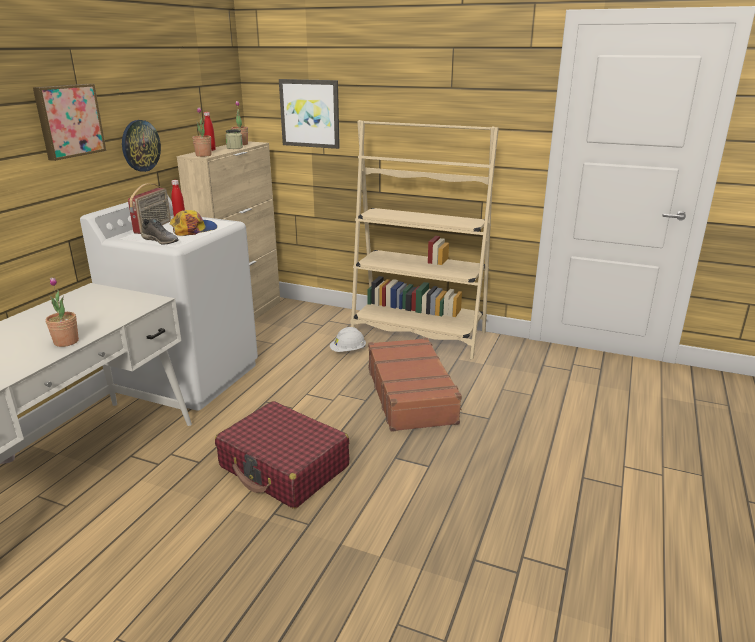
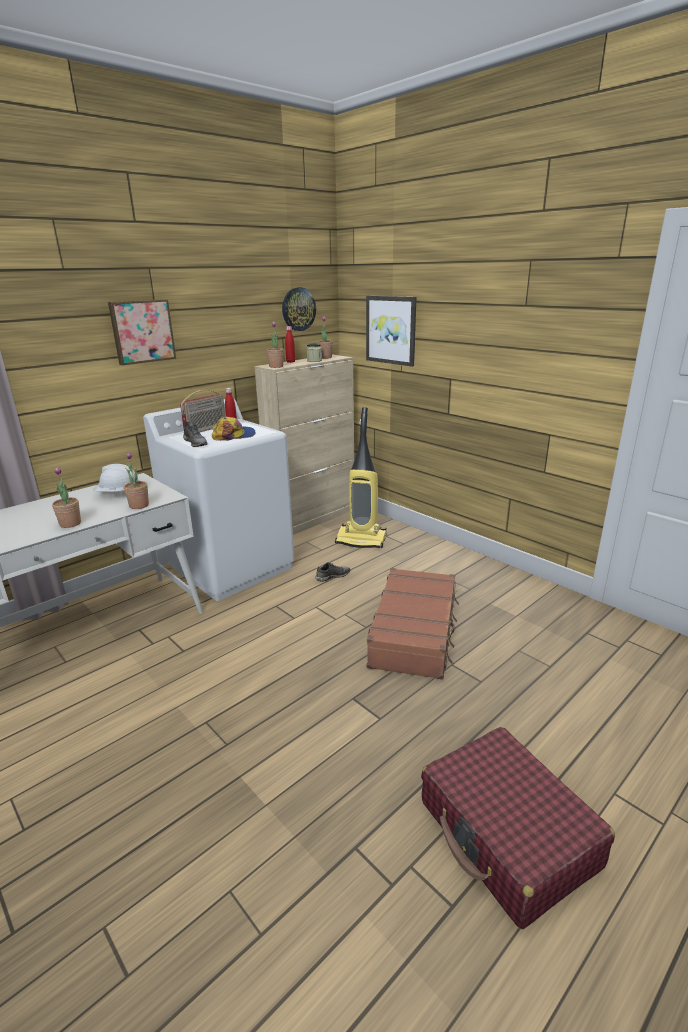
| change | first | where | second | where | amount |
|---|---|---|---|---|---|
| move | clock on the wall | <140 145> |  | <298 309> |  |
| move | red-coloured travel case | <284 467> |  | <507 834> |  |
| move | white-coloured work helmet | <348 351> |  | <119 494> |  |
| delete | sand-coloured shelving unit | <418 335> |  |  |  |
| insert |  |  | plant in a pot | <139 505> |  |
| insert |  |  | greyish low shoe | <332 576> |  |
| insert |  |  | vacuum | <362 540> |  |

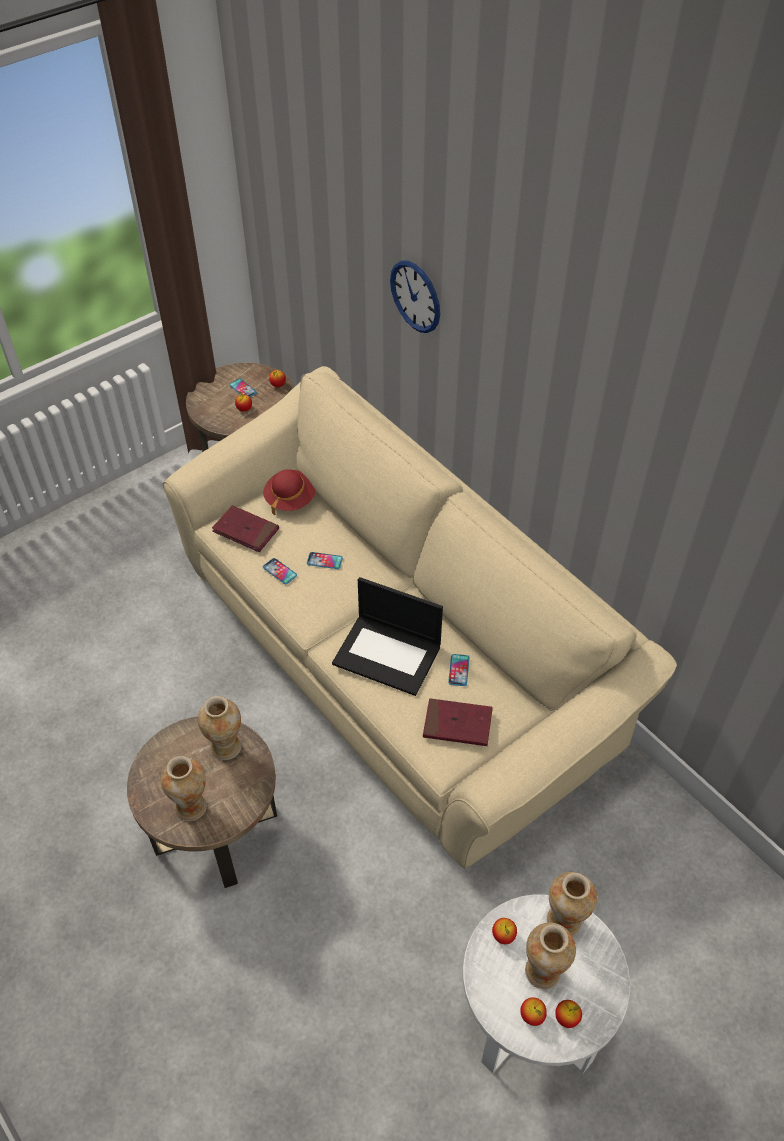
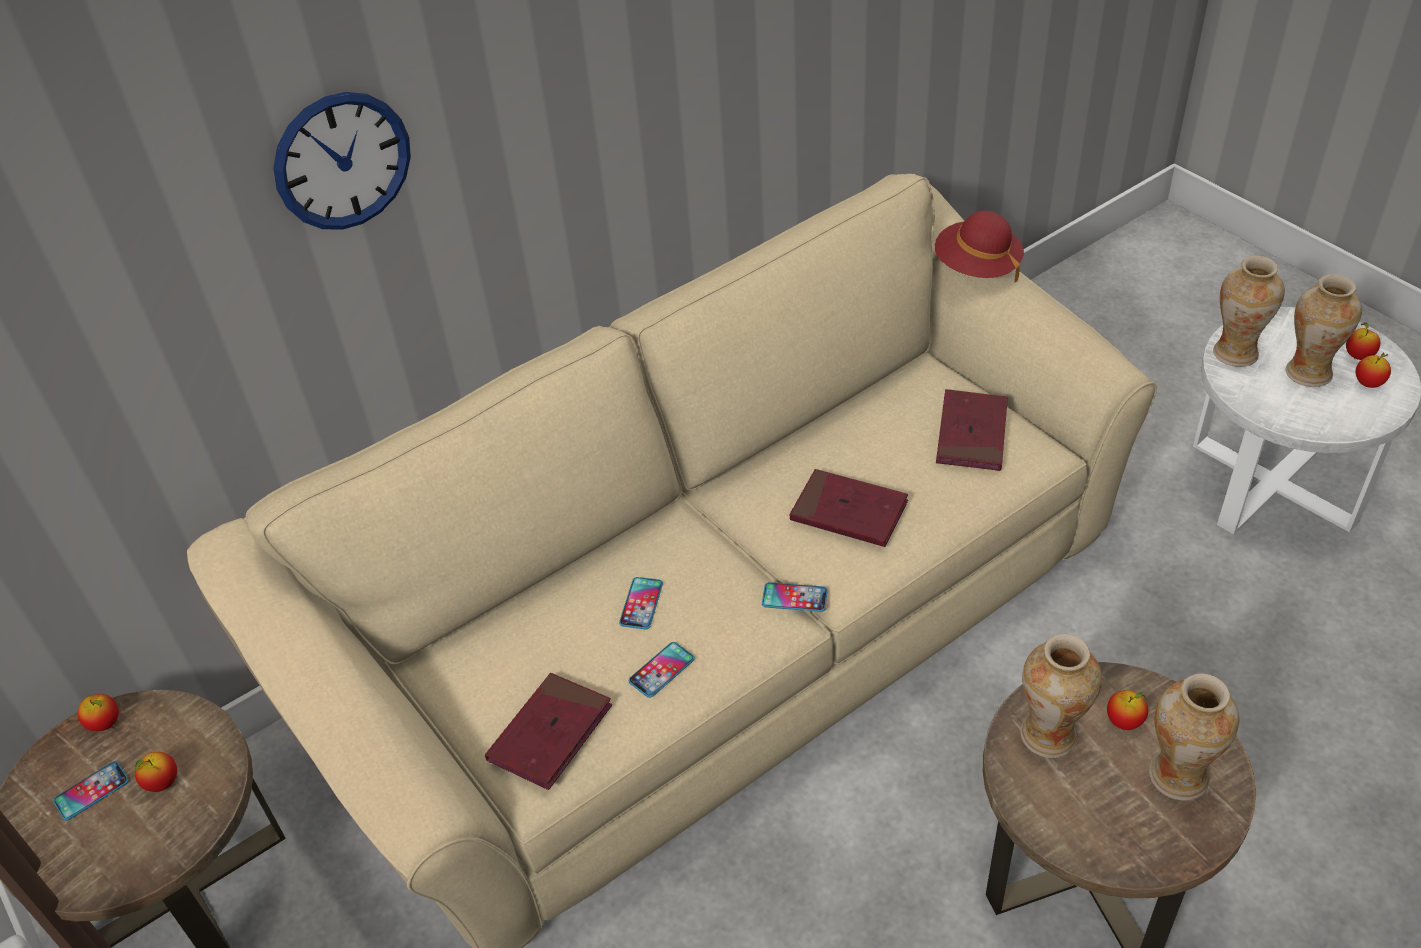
| change | first | where | second | where | amount |
|---|---|---|---|---|---|
| move | red-coloured wearable hat | <290 499> |  | <977 267> |  |
| replace | notebook computer | <388 654> | red-coloured book | <849 512> |  |
| move | handset | <458 670> |  | <794 598> |  |
| move | apple fruit | <503 936> |  | <1124 721> |  |

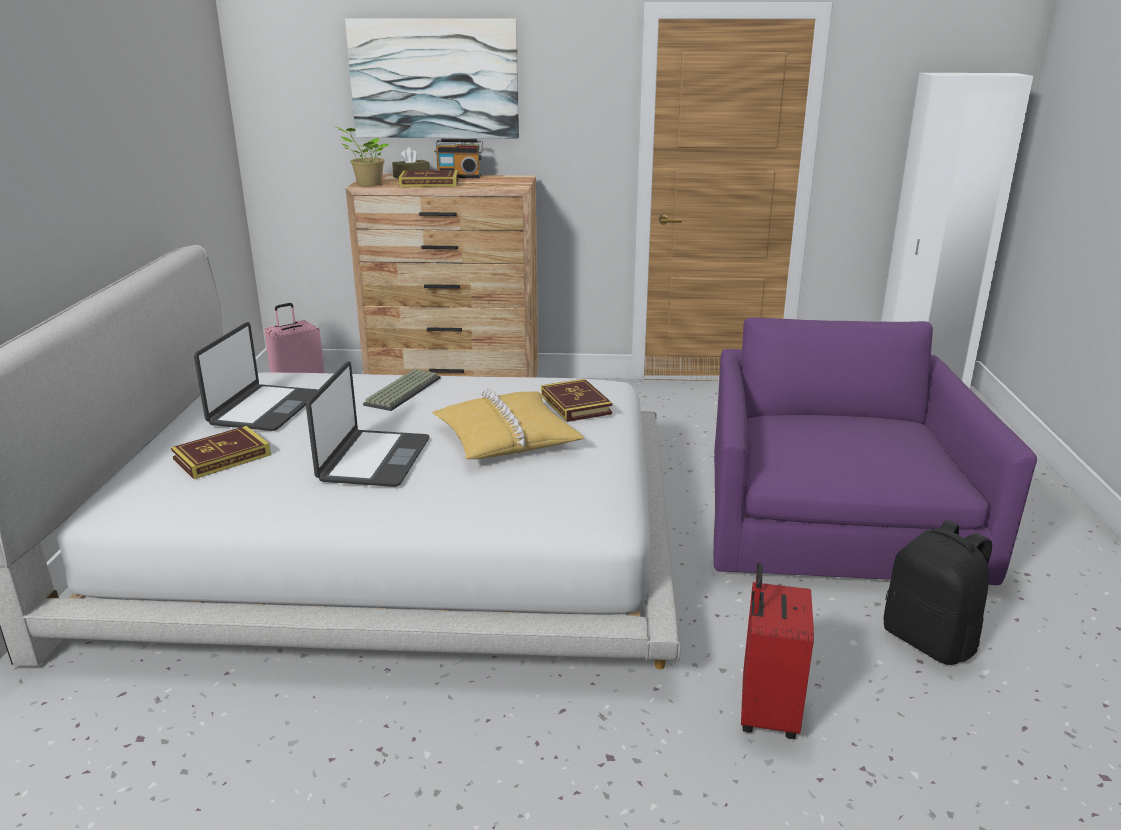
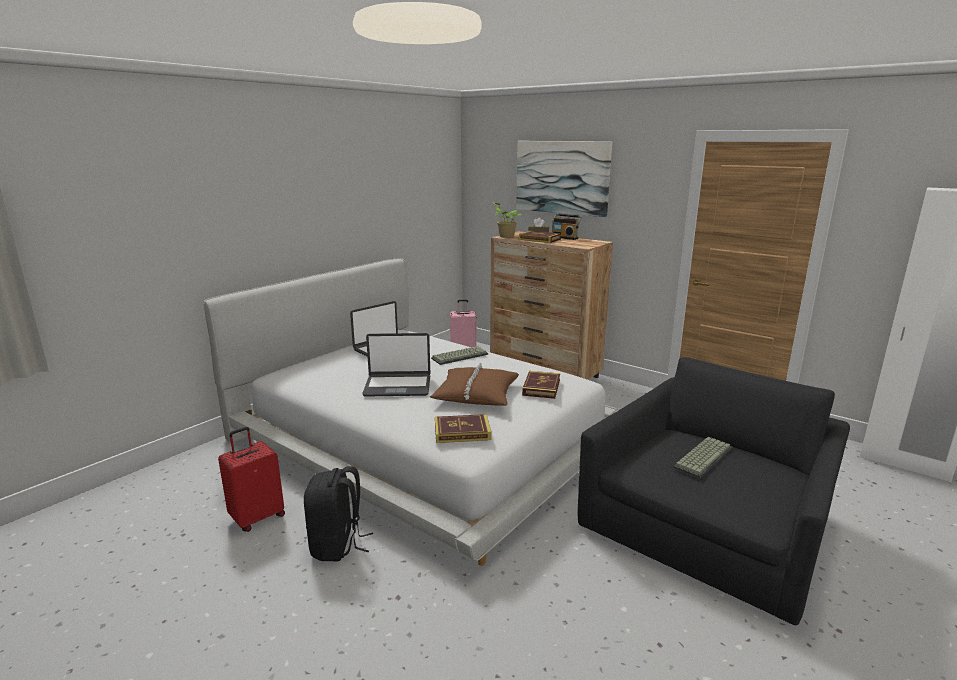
| change | first | where | second | where | amount |
|---|---|---|---|---|---|
| move | book | <222 457> |  | <462 432> |  |
| rotate | notebook computer | <373 460> |  | <397 386> | 45 degrees clockwise |
| recolor | yellow cushion | <506 438> | brownish cushion | <476 395> |  |
| recolor | purple easy chair | <833 519> | black easy chair | <708 525> |  |
| move | red-coloured travel case | <766 713> |  | <257 517> |  |
| move | black rucksack | <930 641> |  | <337 545> |  |
| insert |  |  | keyboard | <702 457> |  |

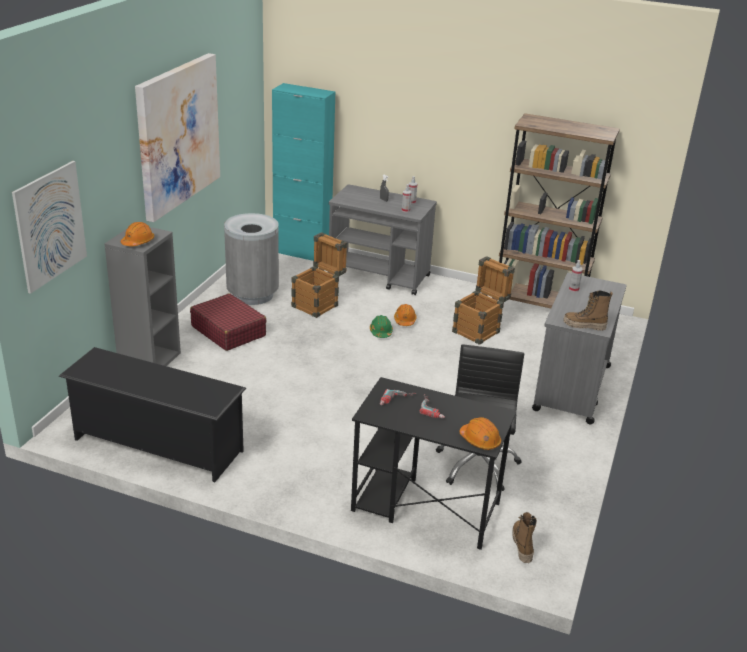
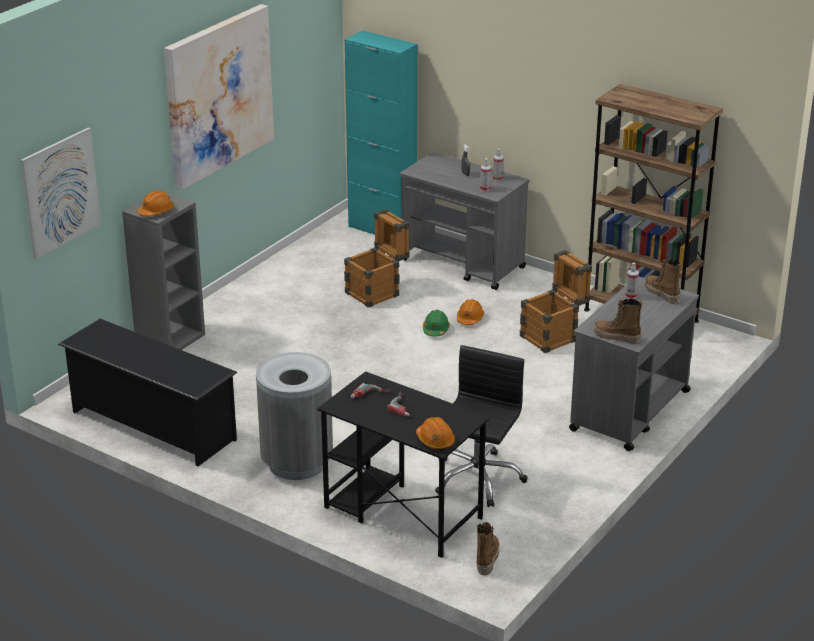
| change | first | where | second | where | amount |
|---|---|---|---|---|---|
| delete | red-coloured travel case | <228 331> |  |  |  |
| move | greyish trash can | <253 294> |  | <297 463> |  |
| insert |  |  | tall boot | <662 294> |  |

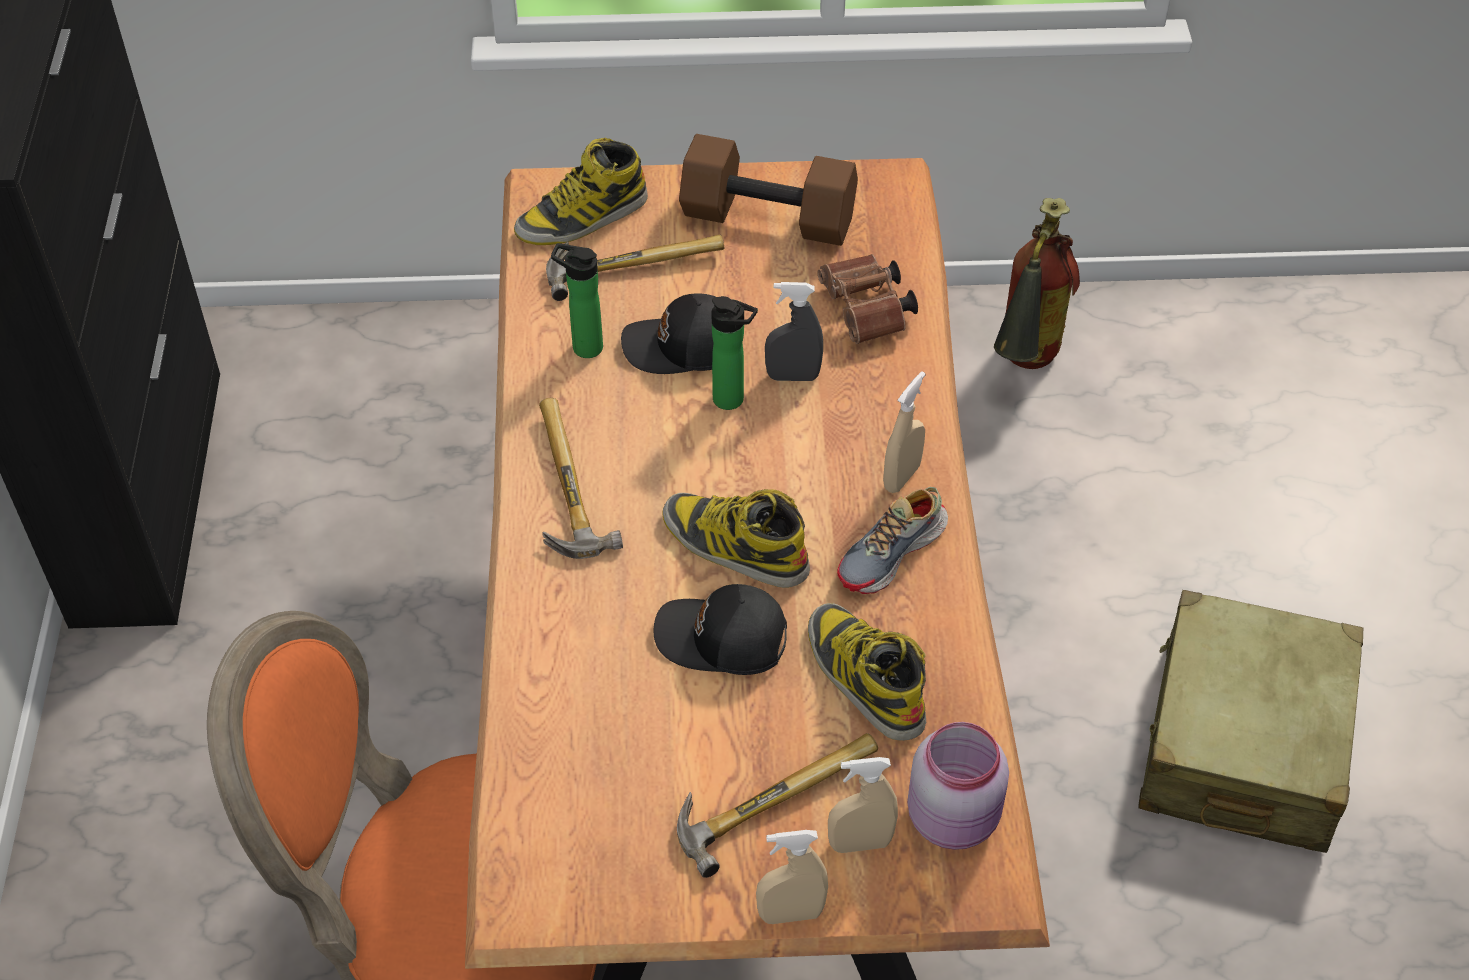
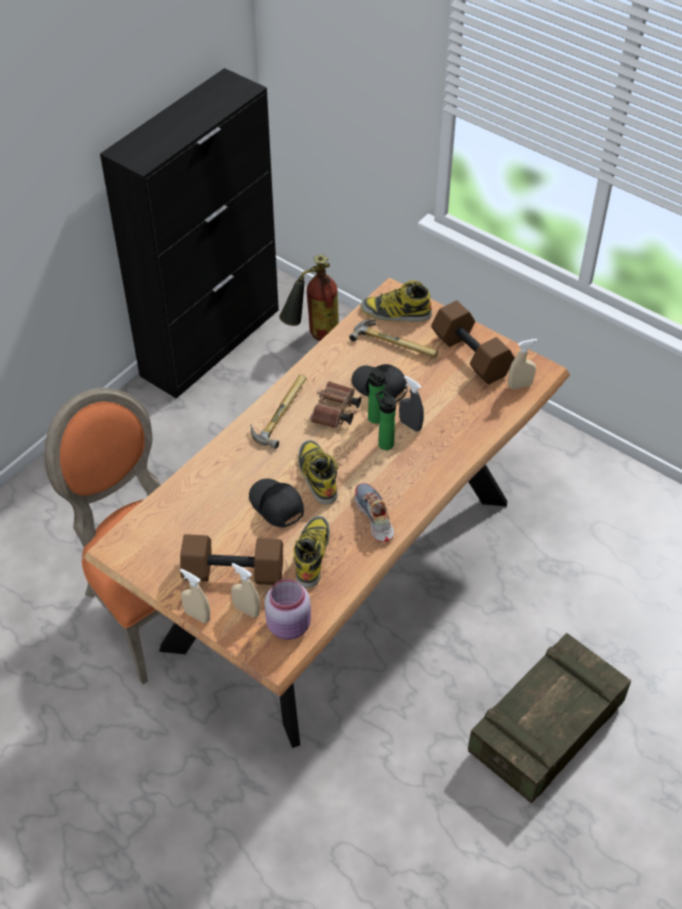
| change | first | where | second | where | amount |
|---|---|---|---|---|---|
| move | drink bottle | <583 347> |  | <384 442> |  |
| replace | hammer | <771 794> | brownish dumbbell | <235 571> |  |
| move | brownish field glasses | <867 313> |  | <335 413> |  |
| rotate | low shoe | <892 553> |  | <374 517> | 75 degrees clockwise |
| move | sand-coloured hand sprayer | <902 477> |  | <520 385> |  |
| move | fire extinguisher | <1022 368> |  | <313 337> |  |
| replace | sand-coloured travel case | <1242 745> | shipping crate | <545 729> |  |

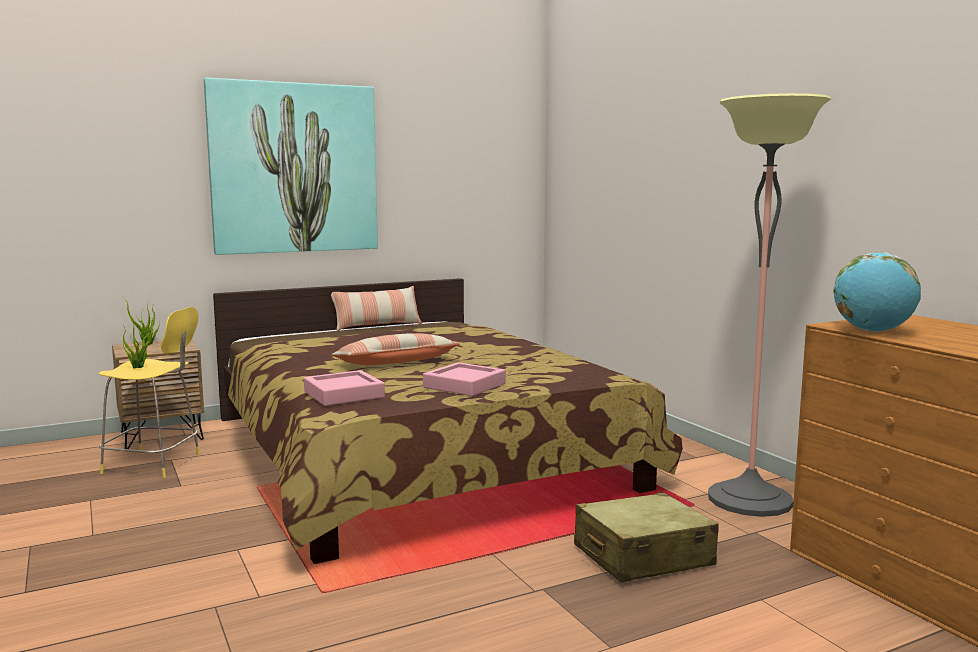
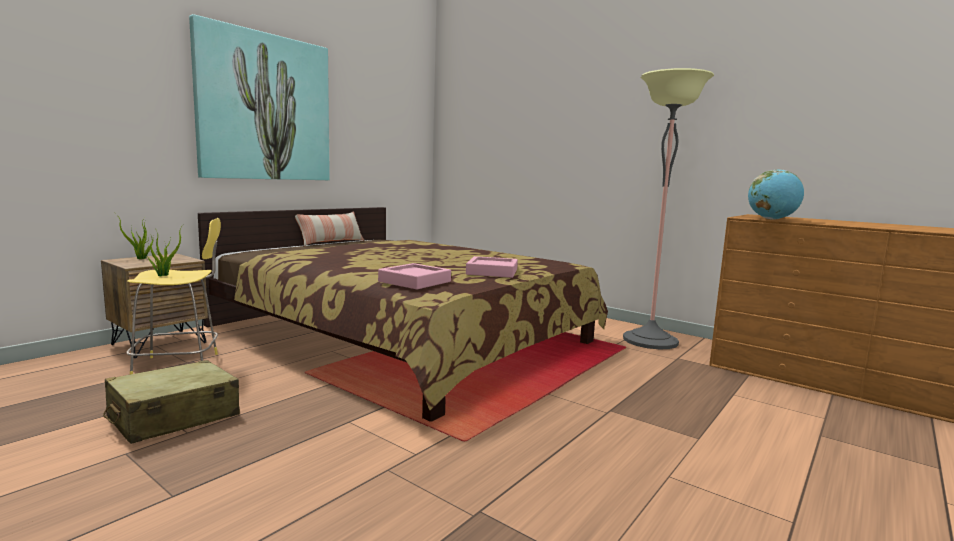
| change | first | where | second | where | amount |
|---|---|---|---|---|---|
| delete | cushion | <396 363> |  |  |  |
| move | sand-coloured travel case | <642 556> |  | <173 417> |  |

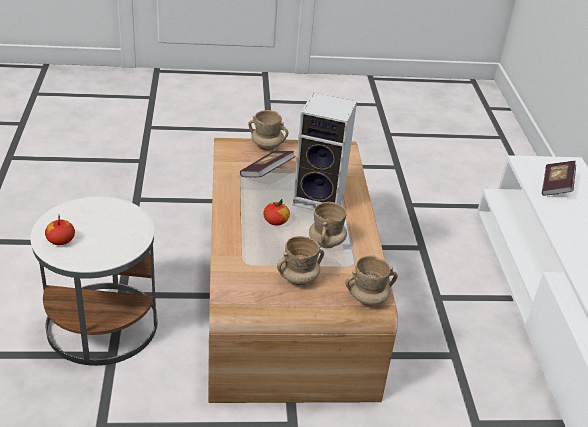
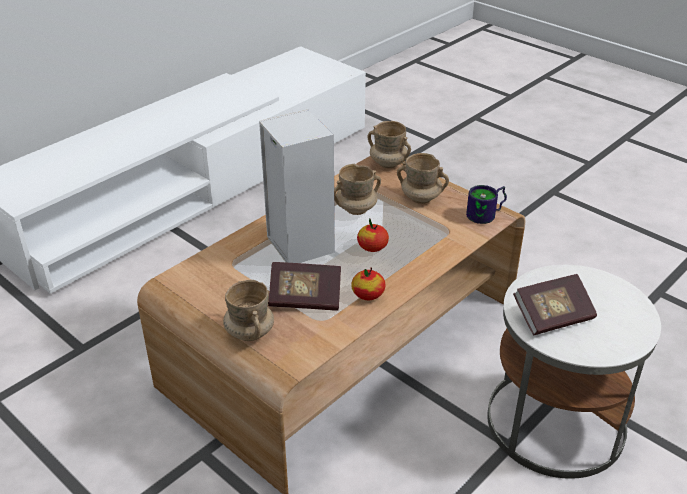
| change | first | where | second | where | amount |
|---|---|---|---|---|---|
| move | apple fruit | <61 240> |  | <368 294> |  |
| move | book | <556 186> |  | <552 317> |  |
| insert |  |  | coffee mug | <487 215> |  |

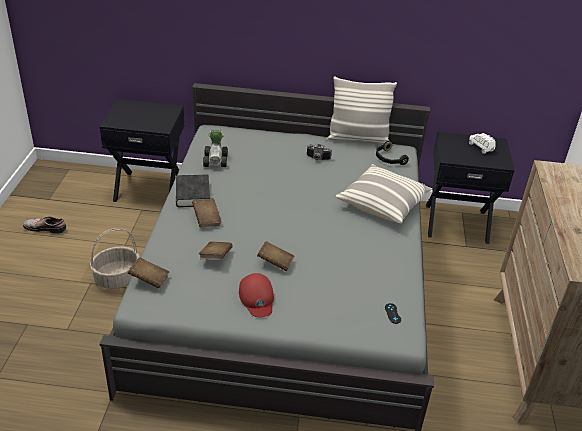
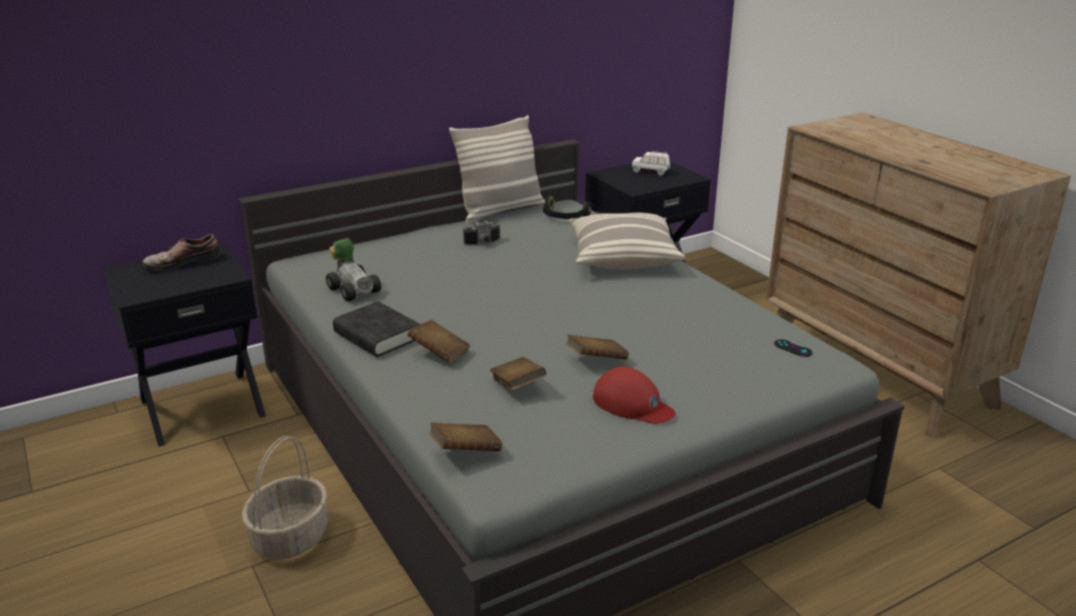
| change | first | where | second | where | amount |
|---|---|---|---|---|---|
| move | low shoe | <46 227> |  | <182 262> |  |

